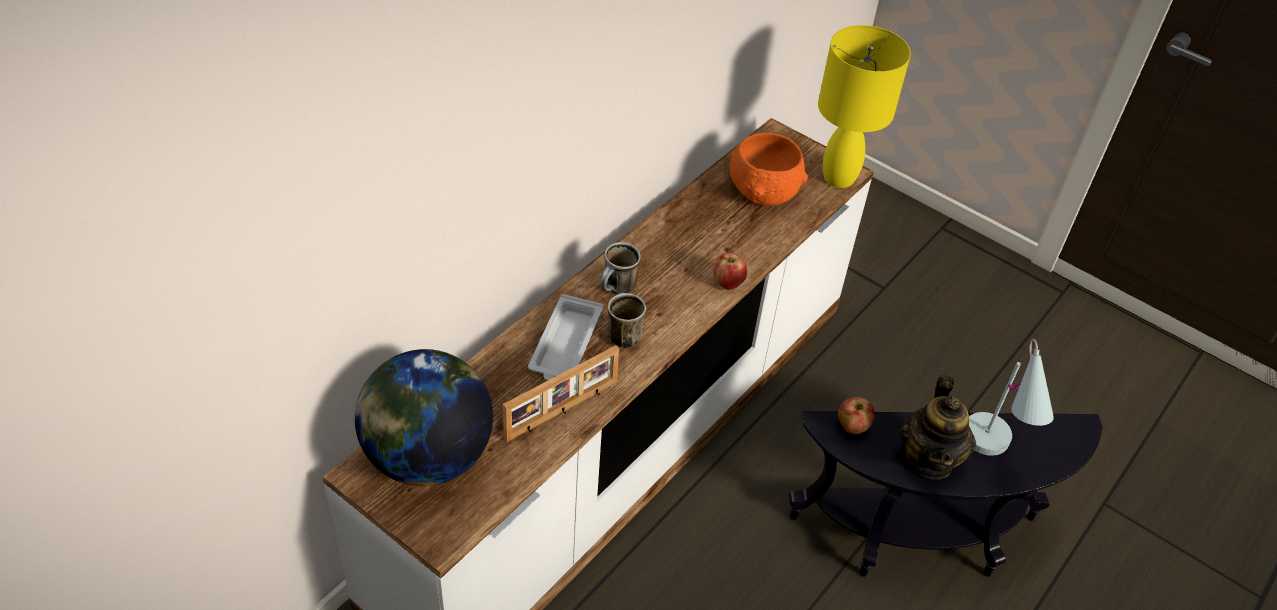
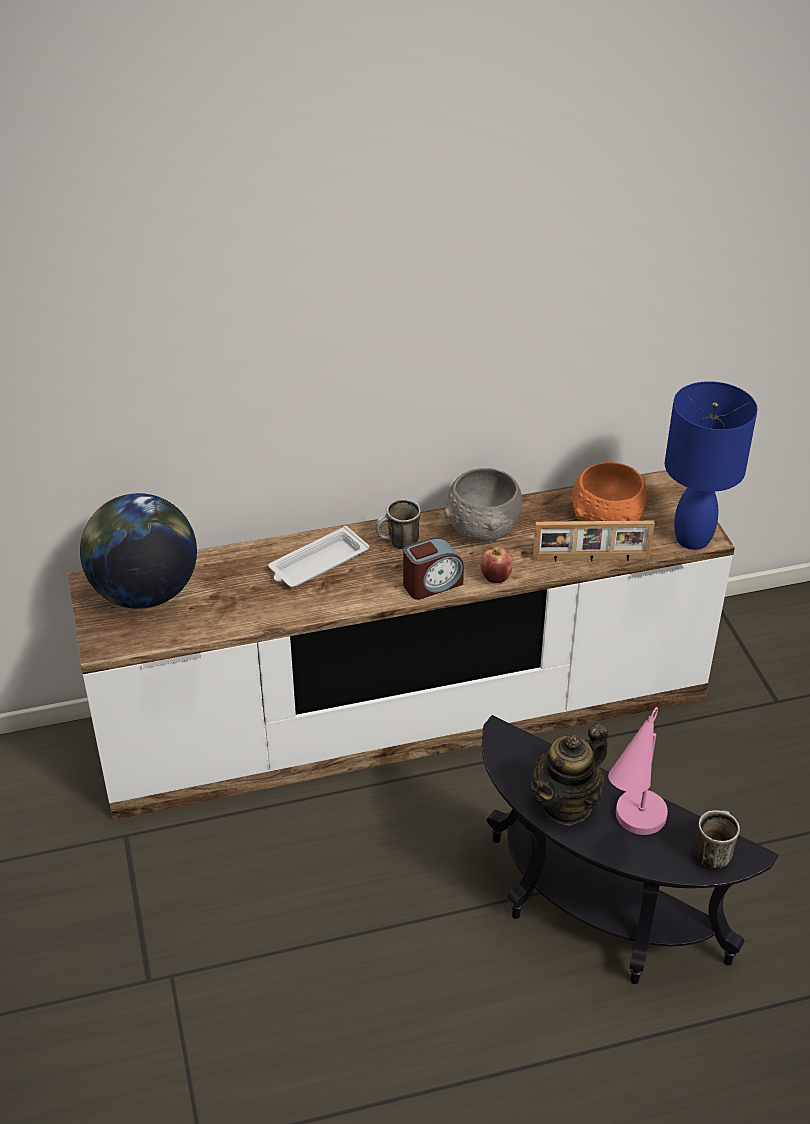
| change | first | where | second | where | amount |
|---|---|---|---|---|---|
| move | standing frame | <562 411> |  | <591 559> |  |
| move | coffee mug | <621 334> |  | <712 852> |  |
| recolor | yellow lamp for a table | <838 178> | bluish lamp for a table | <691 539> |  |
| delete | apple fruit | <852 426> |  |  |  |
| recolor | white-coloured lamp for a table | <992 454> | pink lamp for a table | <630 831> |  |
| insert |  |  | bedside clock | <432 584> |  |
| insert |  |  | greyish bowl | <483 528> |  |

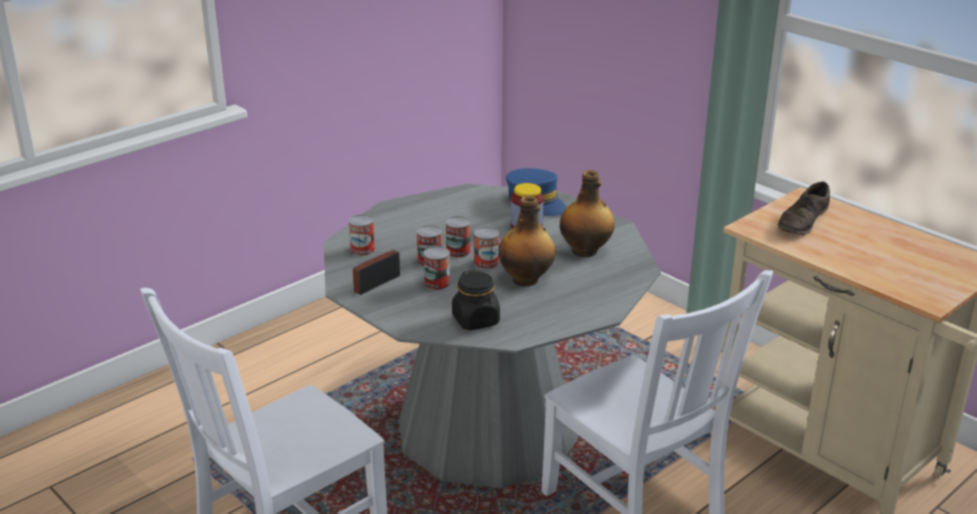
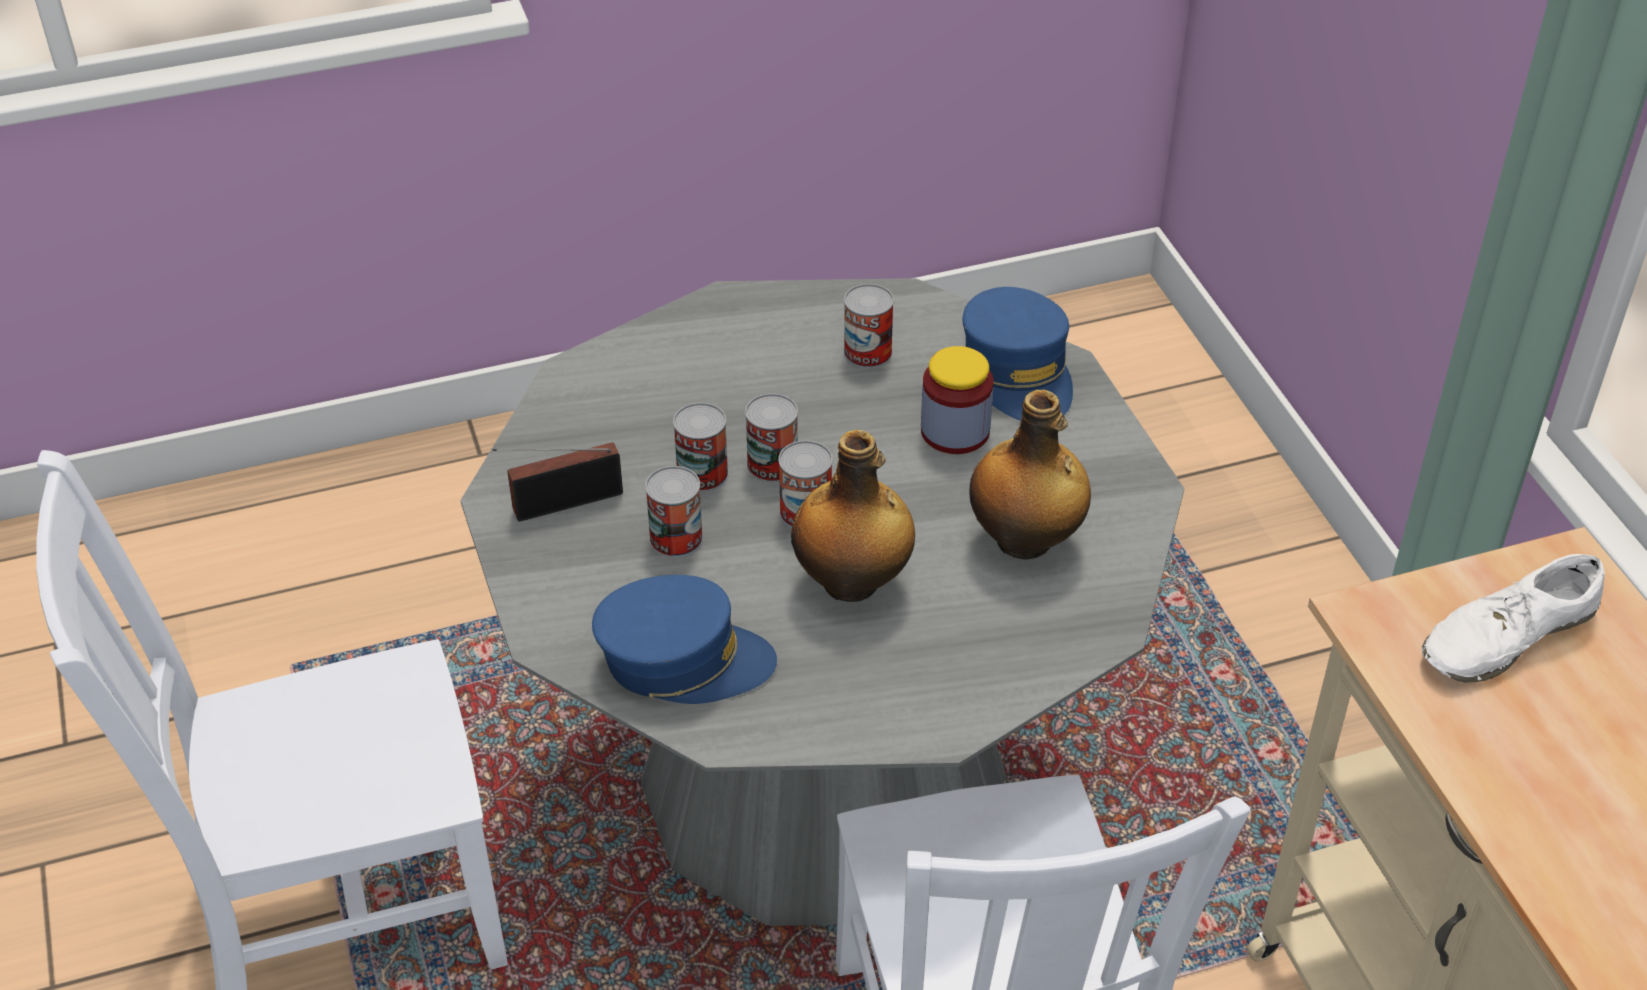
| change | first | where | second | where | amount |
|---|---|---|---|---|---|
| move | metal can | <362 250> |  | <867 352> |  |
| replace | black preserve jar | <476 320> | bluish peaked cap | <683 660> |  |
| recolor | brownish low shoe | <803 221> | white-coloured low shoe | <1506 636> |  |

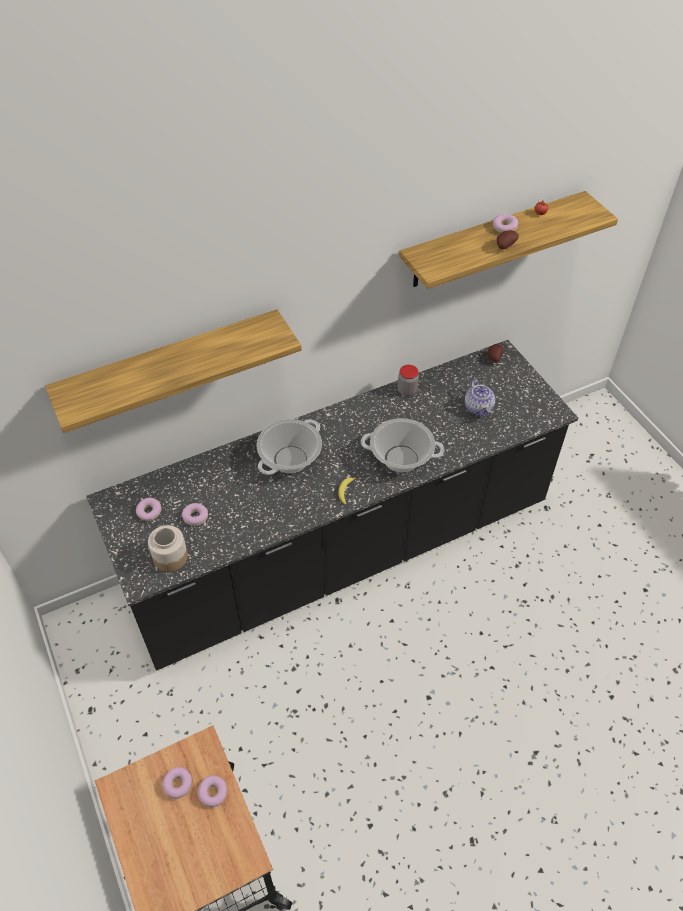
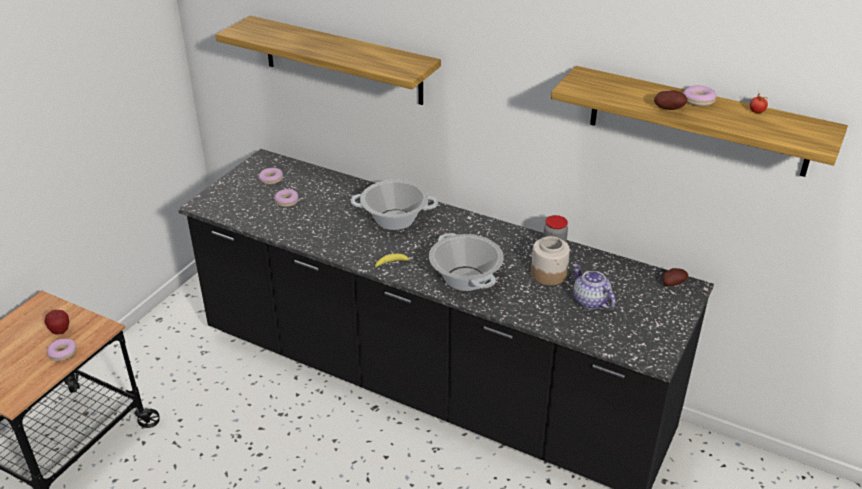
| change | first | where | second | where | amount |
|---|---|---|---|---|---|
| move | preserve jar | <170 556> |  | <549 274> |  |
| replace | ring doughnut | <178 784> | apple fruit | <60 331> |  |
| rotate | teapot | <479 408> |  | <590 301> | 105 degrees clockwise |

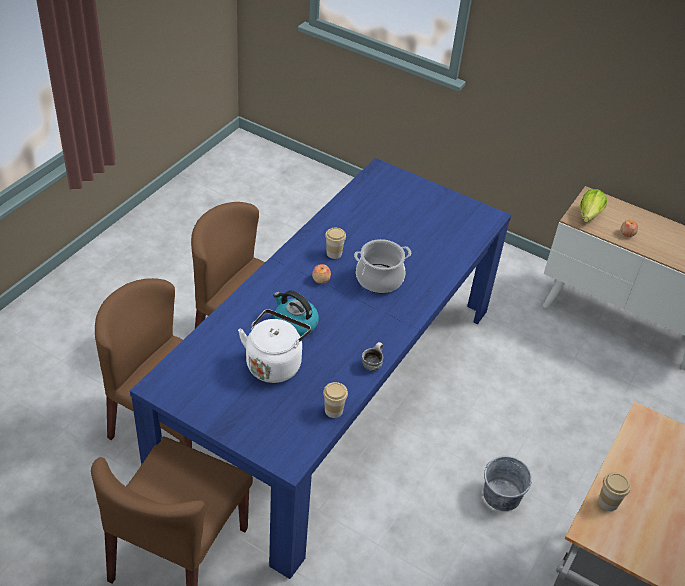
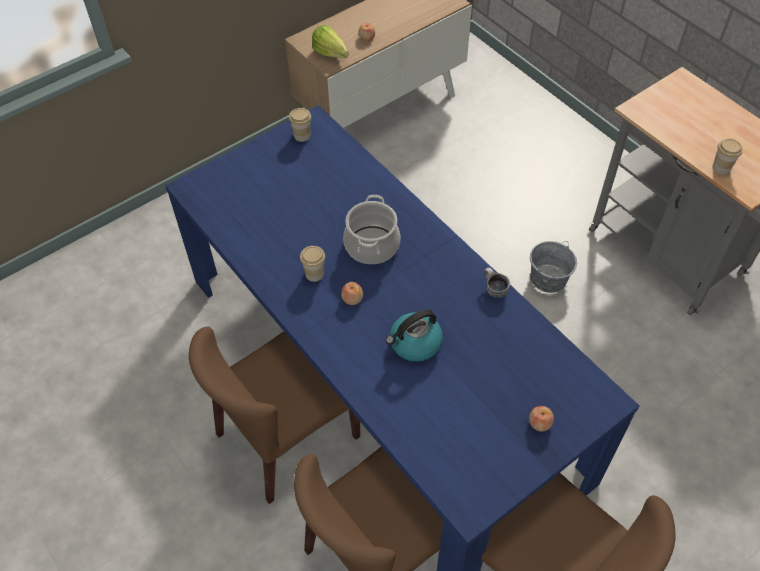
| change | first | where | second | where | amount |
|---|---|---|---|---|---|
| delete | white-coloured kettle | <274 363> |  |  |  |
| move | small cup | <333 410> |  | <302 135> |  |
| insert |  |  | apple fruit | <540 423> |  |

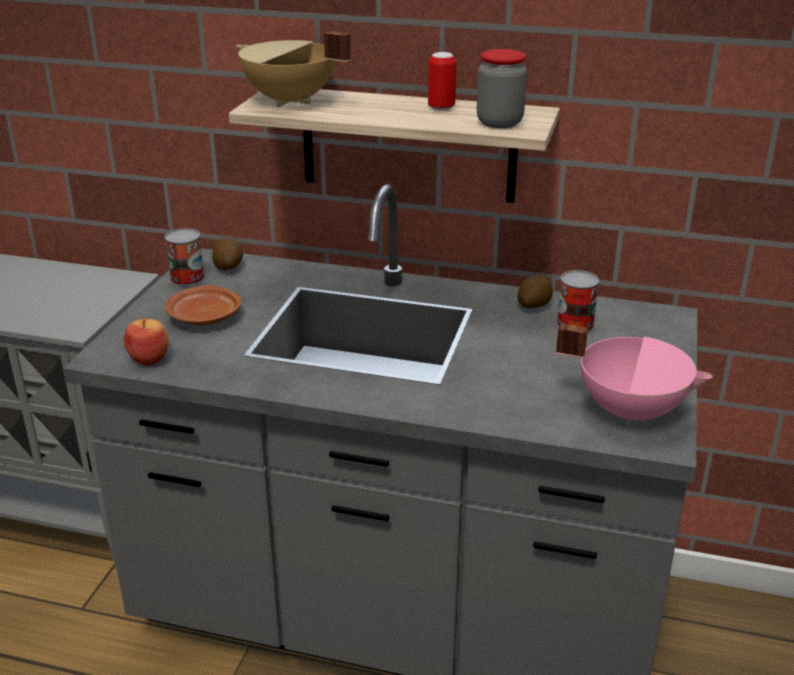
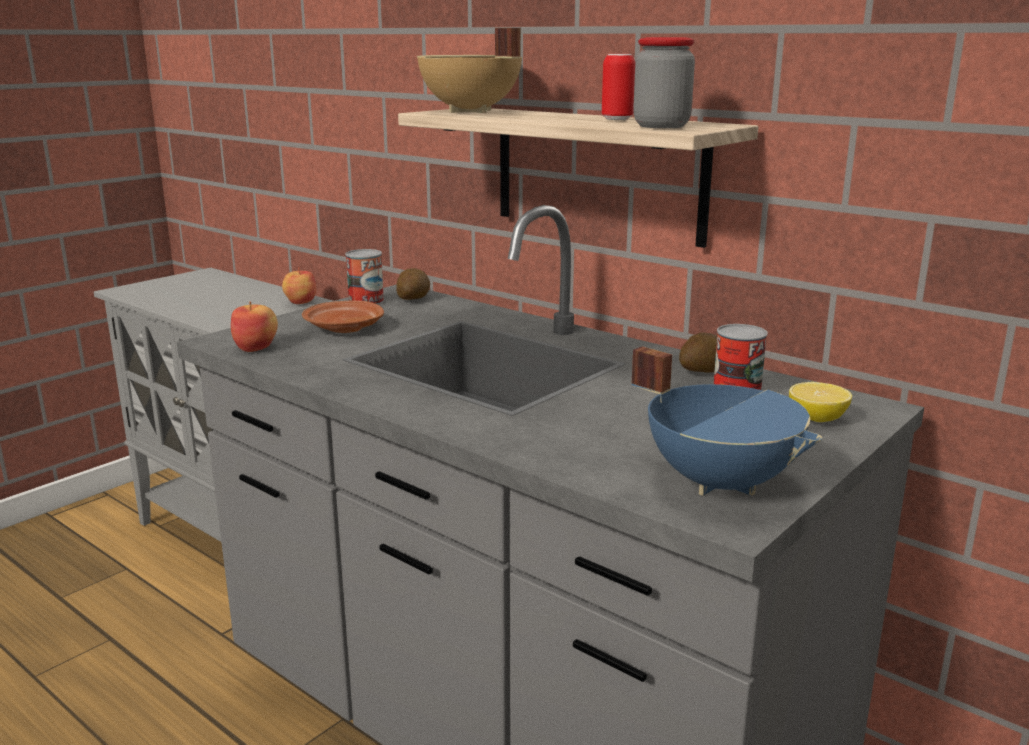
| change | first | where | second | where | amount |
|---|---|---|---|---|---|
| recolor | pink stockpot | <630 410> | bluish stockpot | <721 481> |  |
| insert |  |  | apple fruit | <300 302> |  |
| insert |  |  | lemon | <817 419> |  |

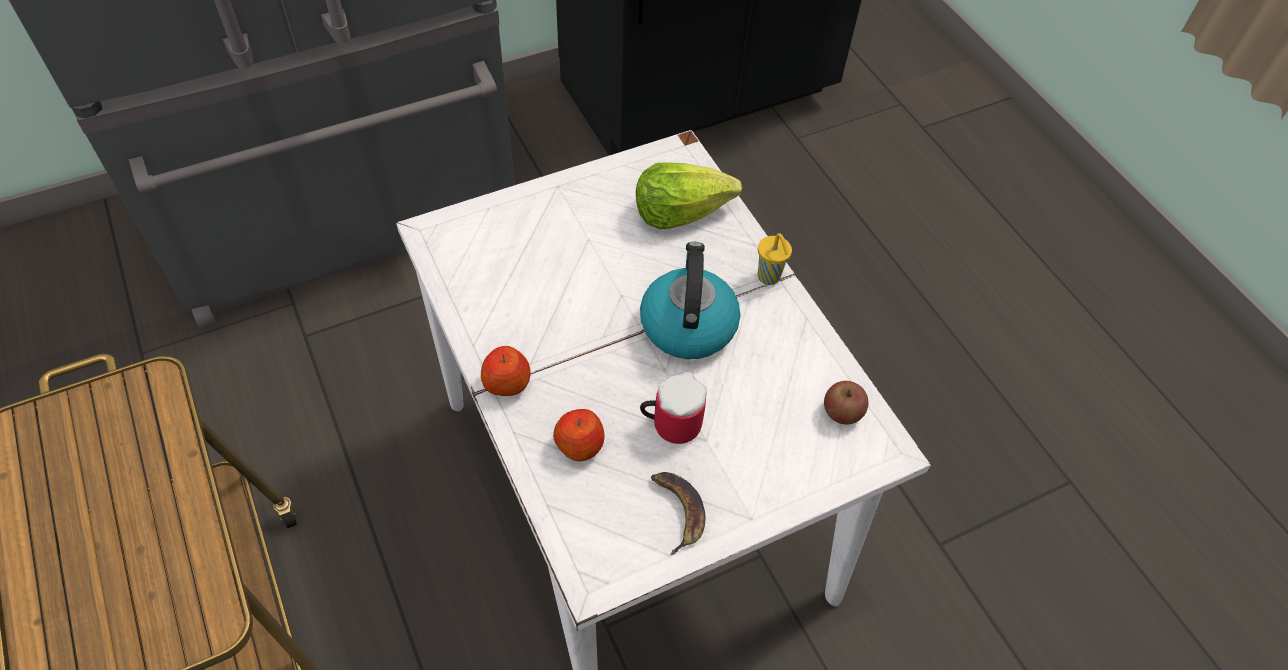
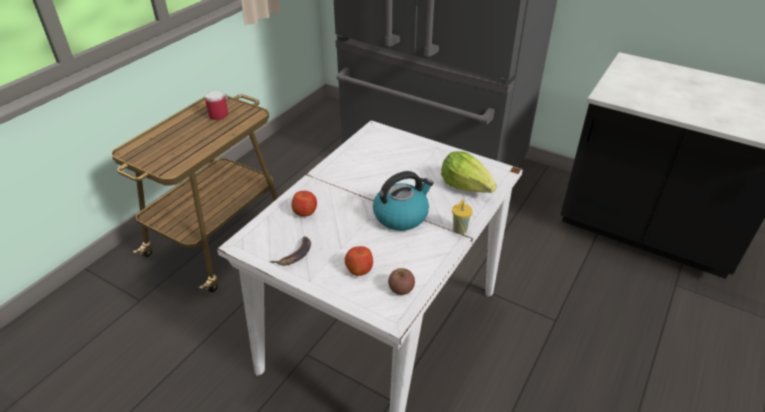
| change | first | where | second | where | amount |
|---|---|---|---|---|---|
| move | apple fruit | <507 382> |  | <359 269> |  |
| move | coffee mug | <670 422> |  | <218 114> |  |

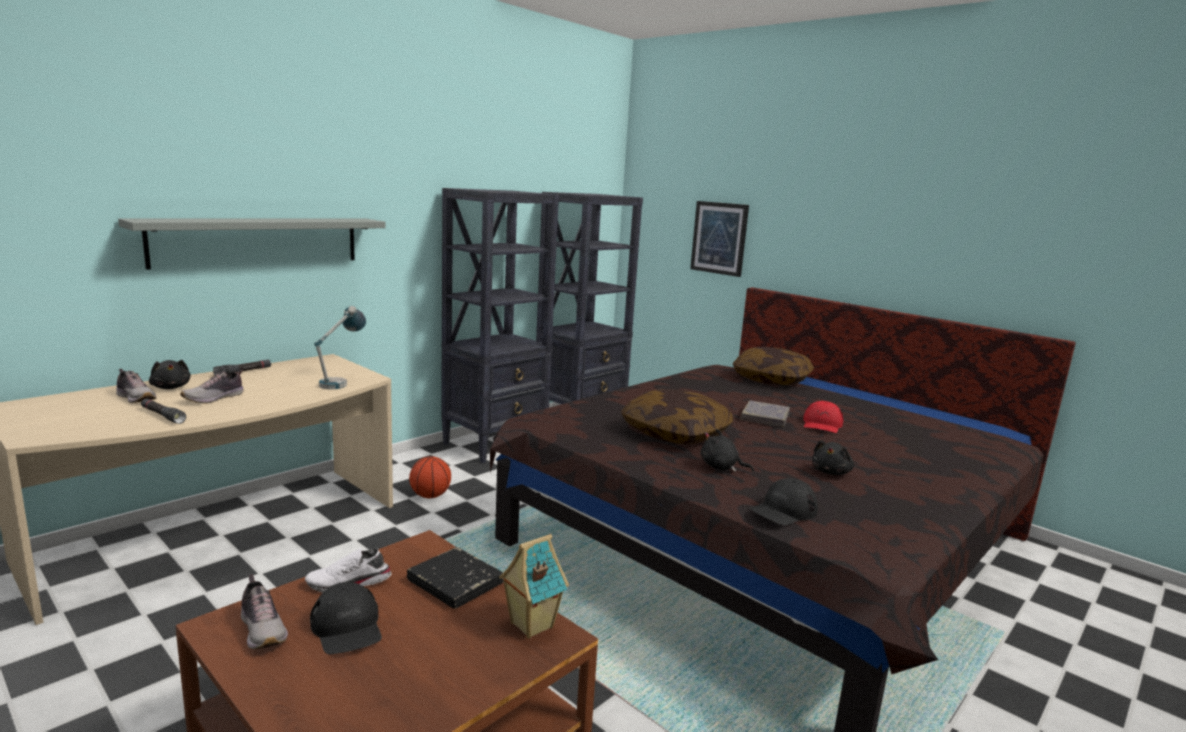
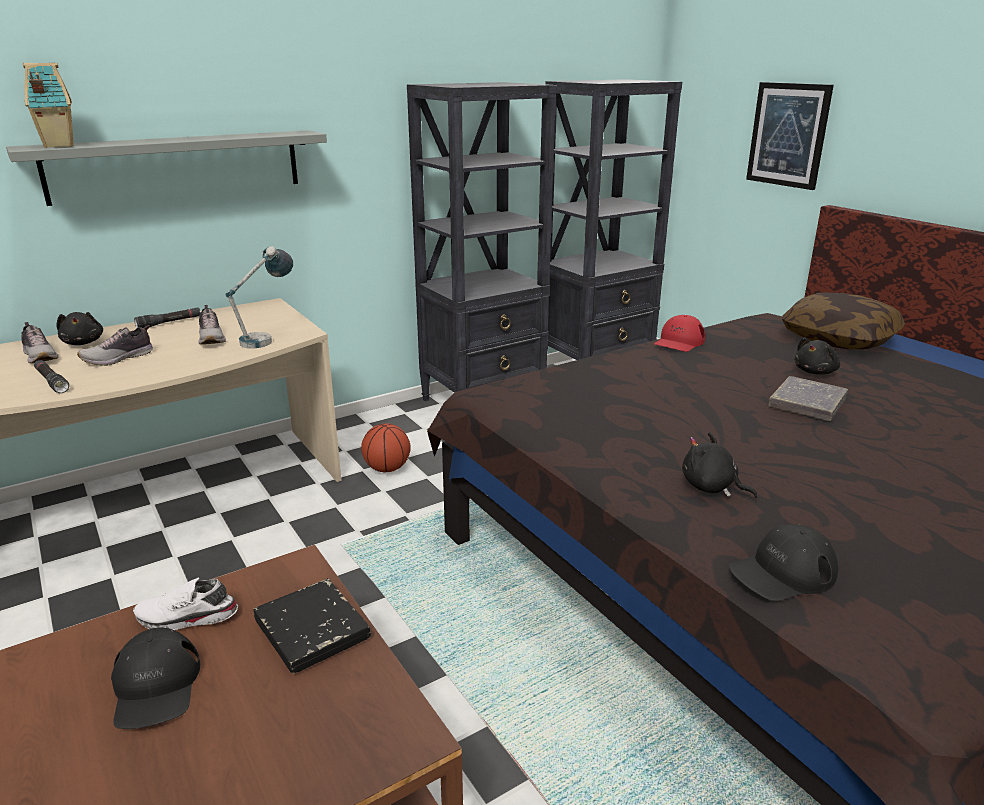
| change | first | where | second | where | amount |
|---|---|---|---|---|---|
| move | low shoe | <263 629> |  | <212 338> |  |
| move | toy house | <530 625> |  | <57 146> |  |
| delete | cushion | <676 433> |  |  |  |
| move | red-coloured peaked cap | <822 424> |  | <679 342> |  |
| move | black soft toy | <831 472> |  | <816 372> |  |

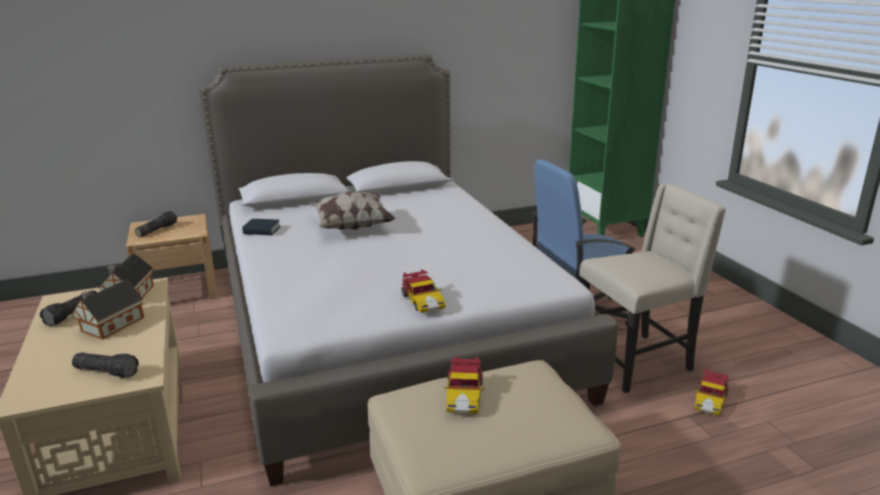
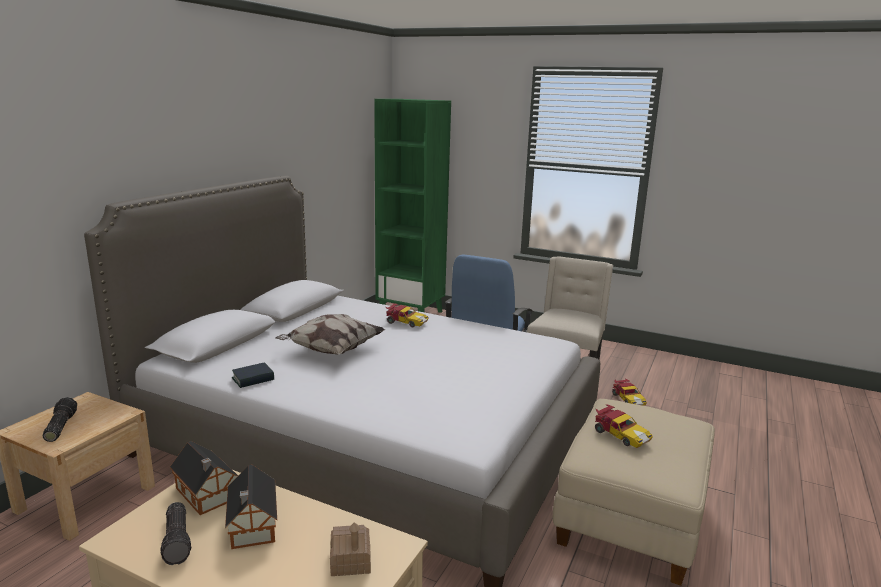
| change | first | where | second | where | amount |
|---|---|---|---|---|---|
| replace | flashlight | <107 371> | toy house | <350 561> |  |
| move | toy car | <422 301> |  | <405 322> |  |

